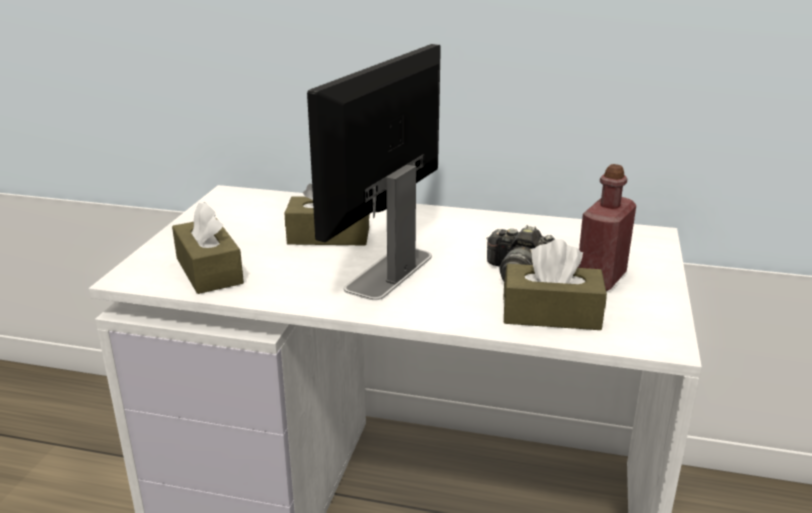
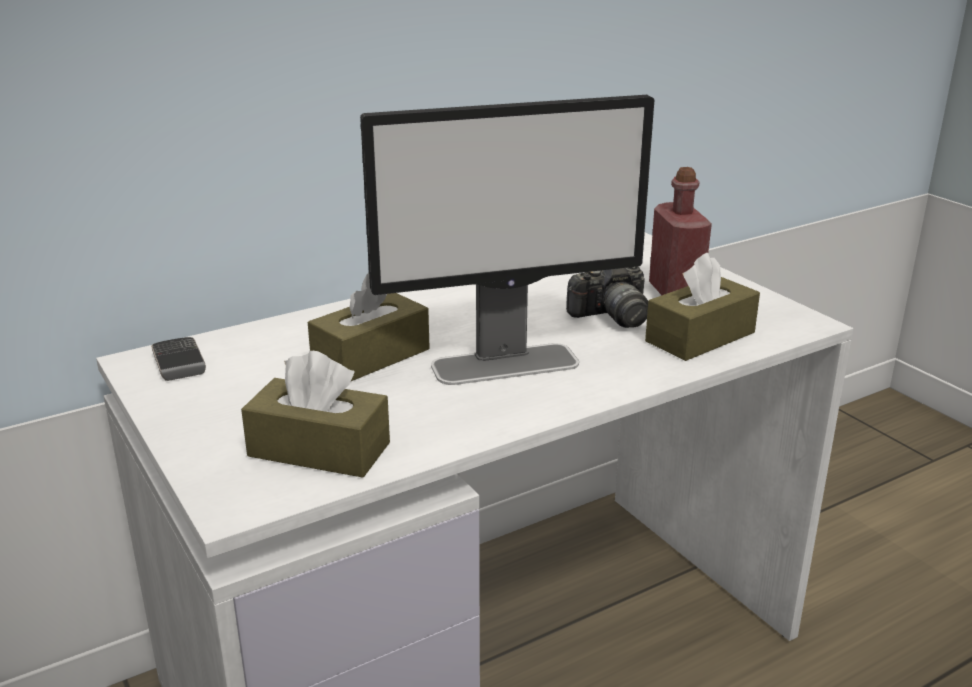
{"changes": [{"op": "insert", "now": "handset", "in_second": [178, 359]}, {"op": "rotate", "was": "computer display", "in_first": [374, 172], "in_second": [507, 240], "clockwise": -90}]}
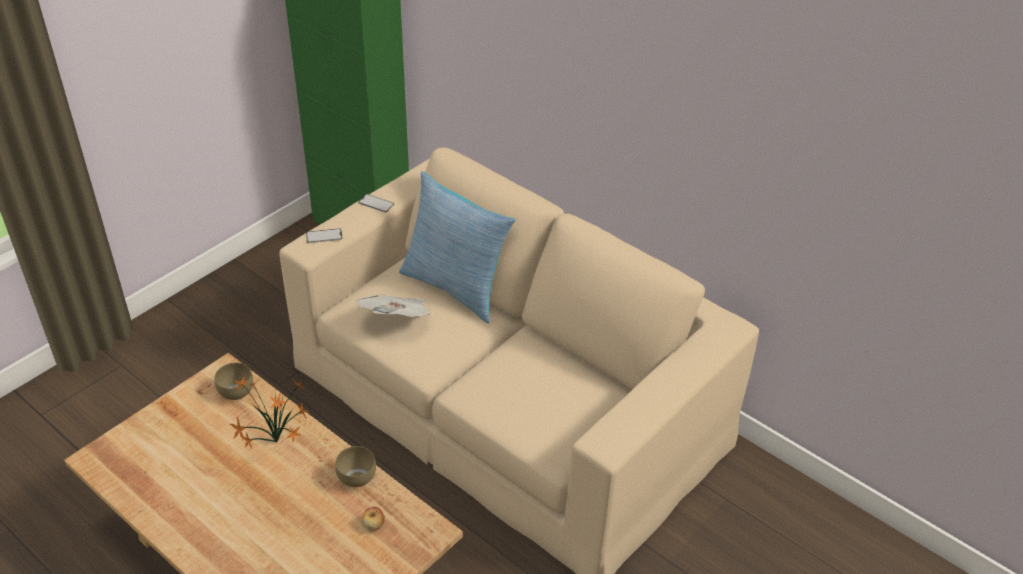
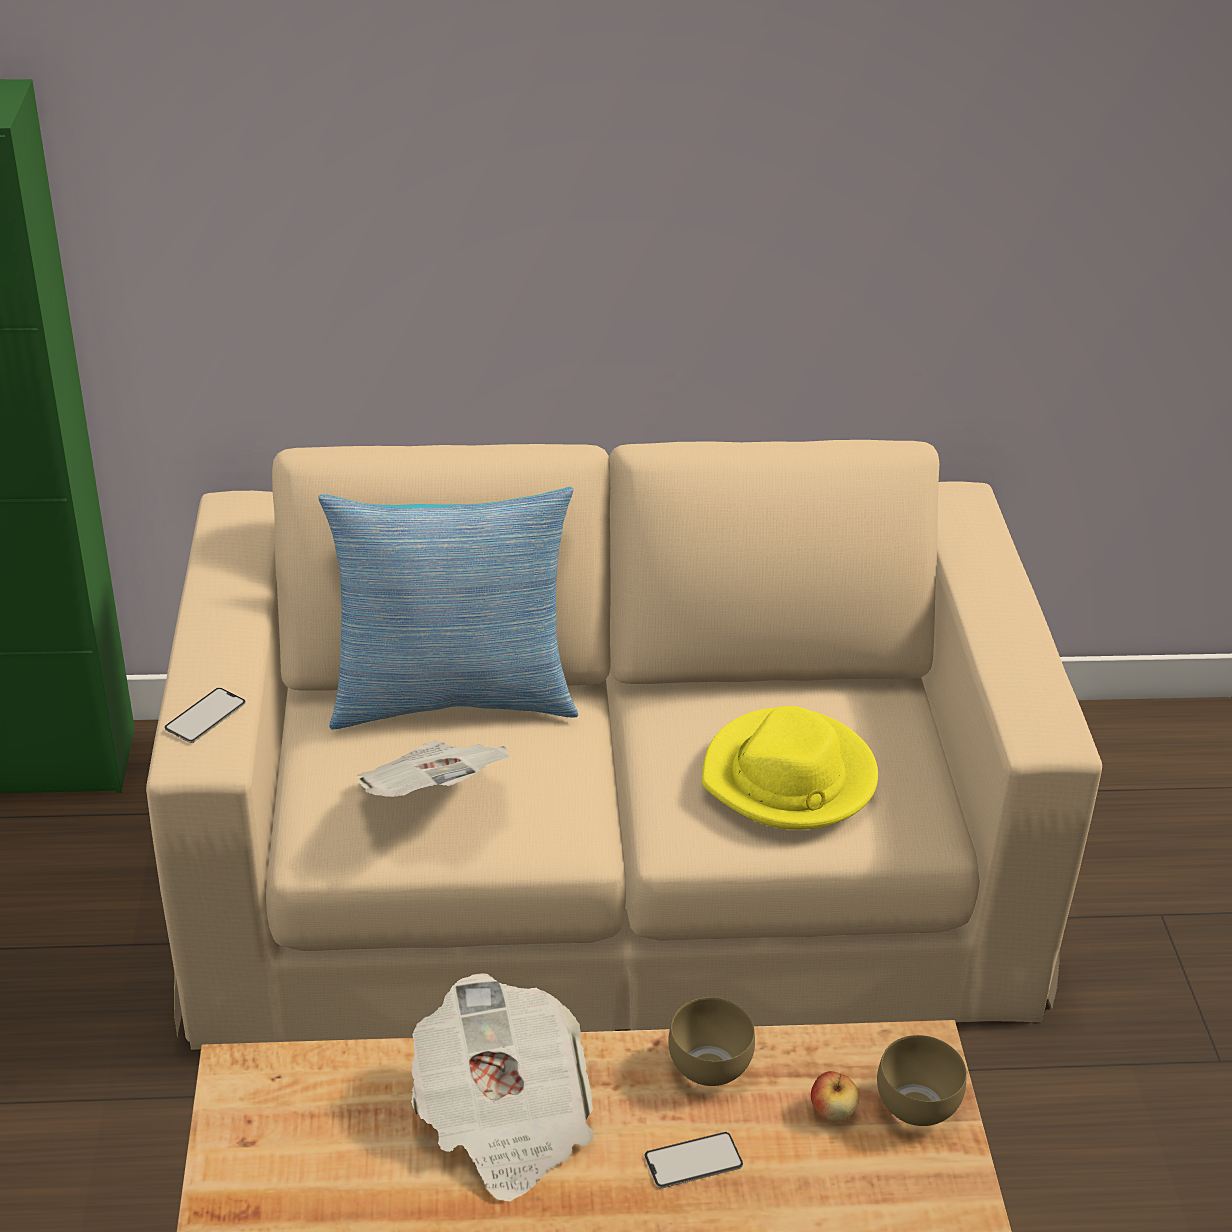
{"changes": [{"op": "insert", "now": "yellow wearable hat", "in_second": [790, 768]}, {"op": "move", "was": "brown-coloured bowl", "in_first": [233, 381], "in_second": [922, 1080]}, {"op": "move", "was": "handset", "in_first": [376, 203], "in_second": [694, 1160]}, {"op": "replace", "was": "potted plant", "now": "printed paper", "in_first": [269, 412], "in_second": [502, 1087]}]}
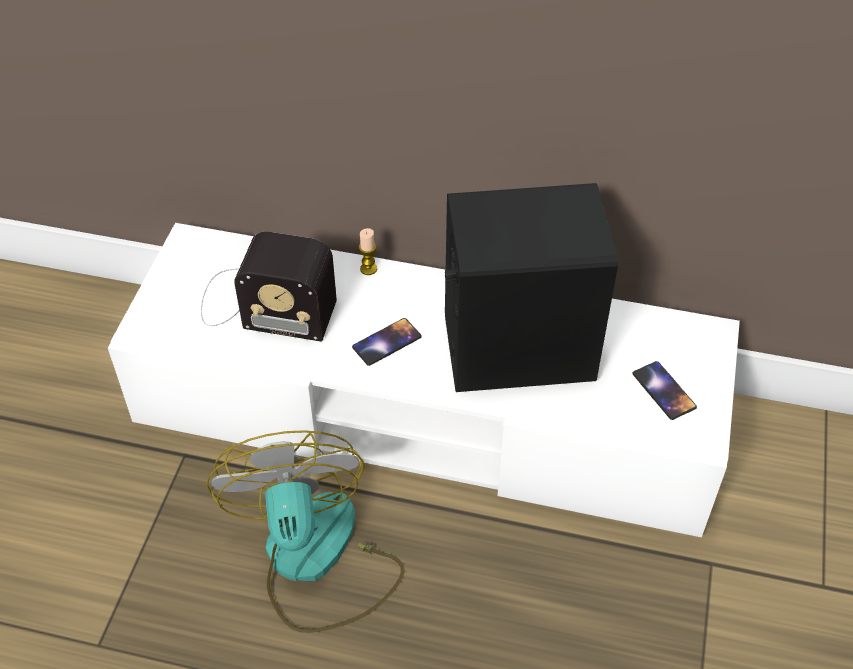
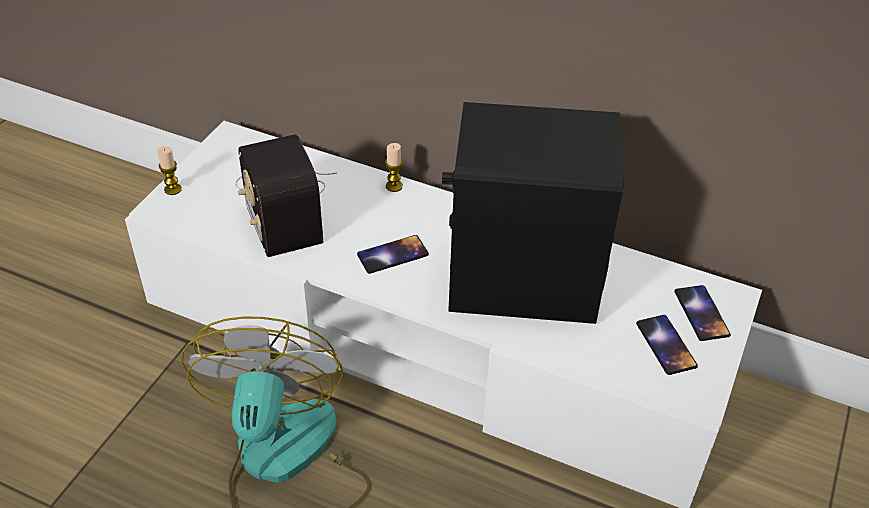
{"changes": [{"op": "insert", "now": "wax light", "in_second": [169, 170]}, {"op": "insert", "now": "handset", "in_second": [703, 313]}, {"op": "rotate", "was": "radio set", "in_first": [269, 287], "in_second": [286, 195], "clockwise": 45}]}
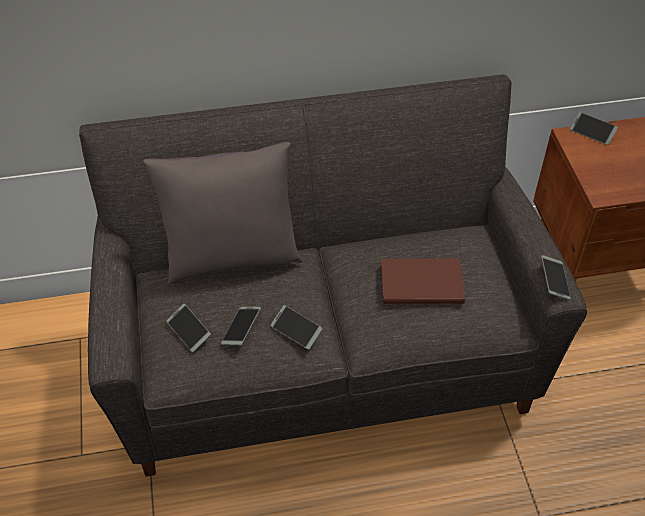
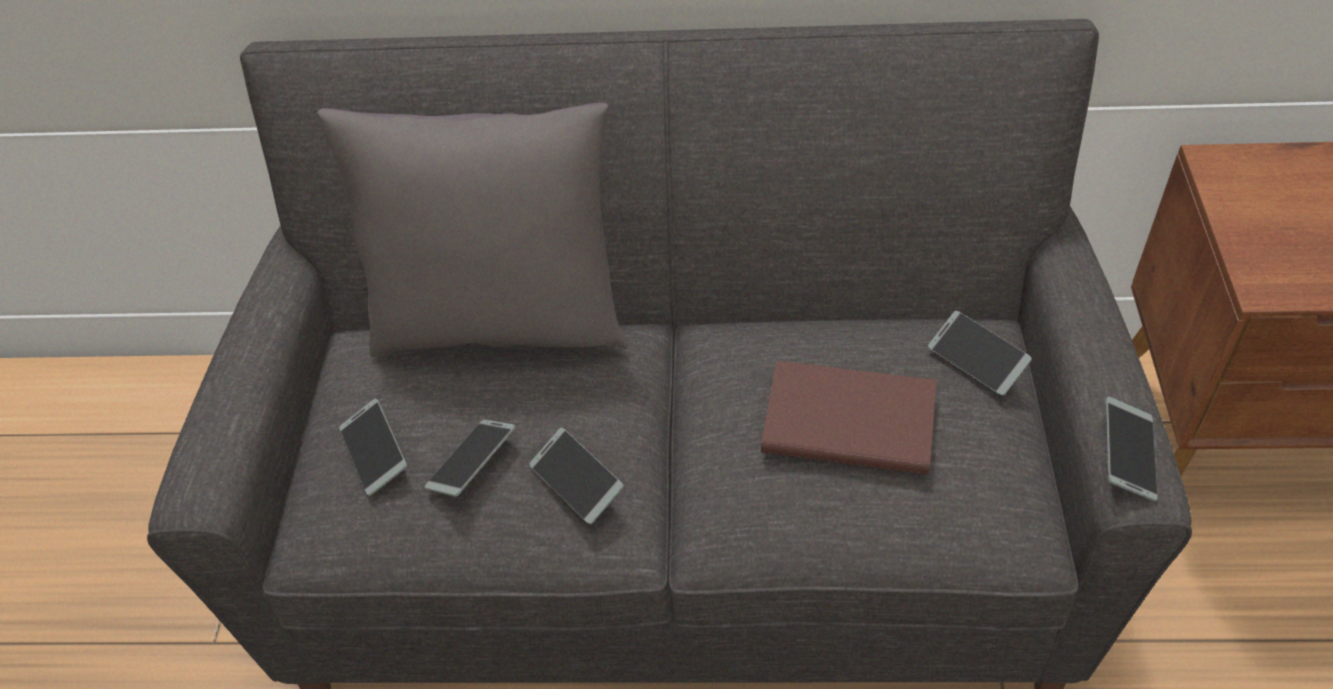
{"changes": [{"op": "move", "was": "handset", "in_first": [594, 128], "in_second": [980, 353]}]}
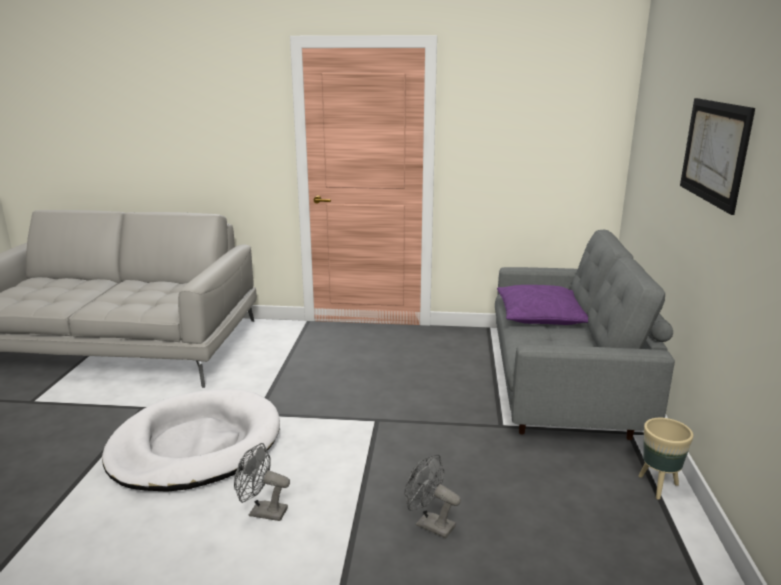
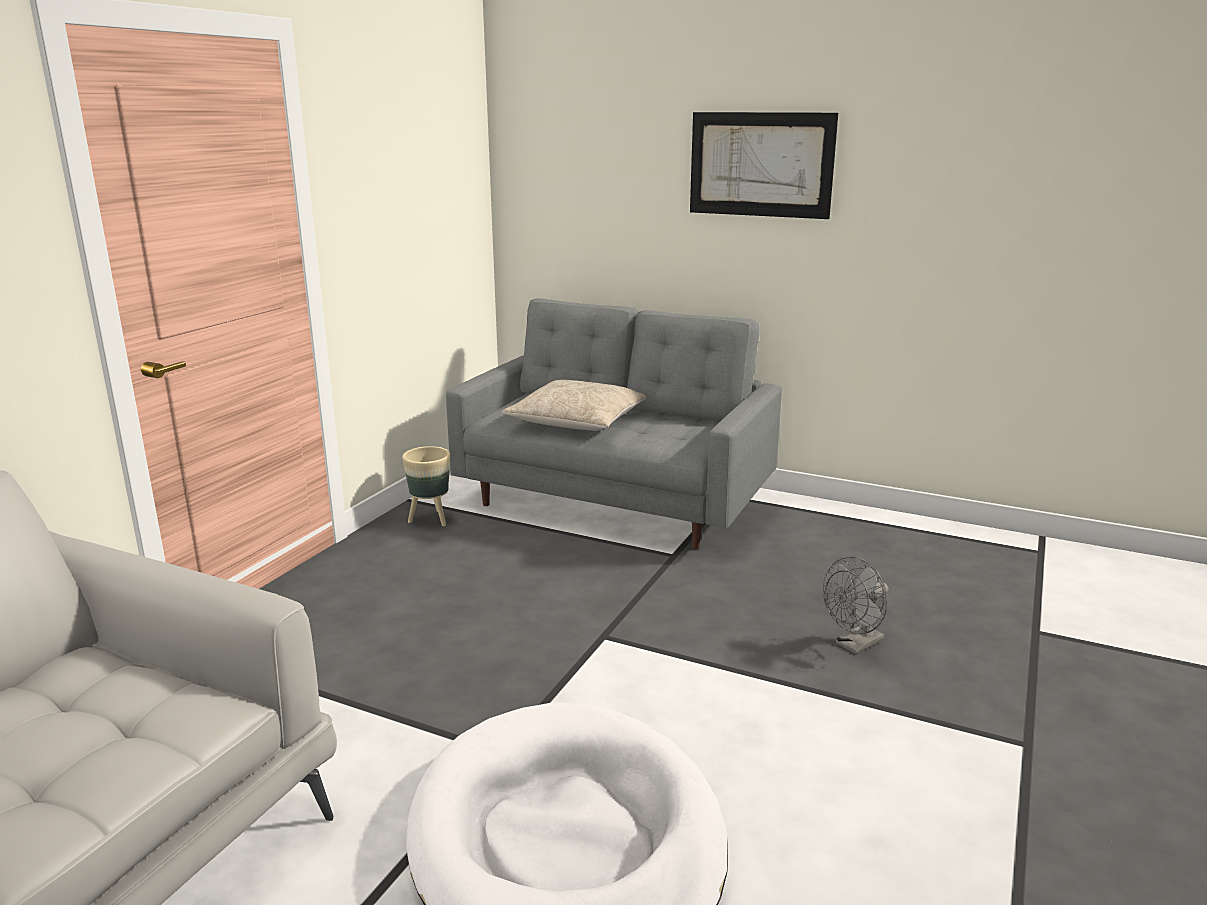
{"changes": [{"op": "delete", "was": "greyish cooling fan", "in_first": [262, 482]}, {"op": "move", "was": "beige-coloured planter", "in_first": [665, 459], "in_second": [426, 486]}, {"op": "recolor", "was": "purplish throw pillow", "now": "beige-coloured throw pillow", "in_first": [542, 305], "in_second": [574, 405]}]}
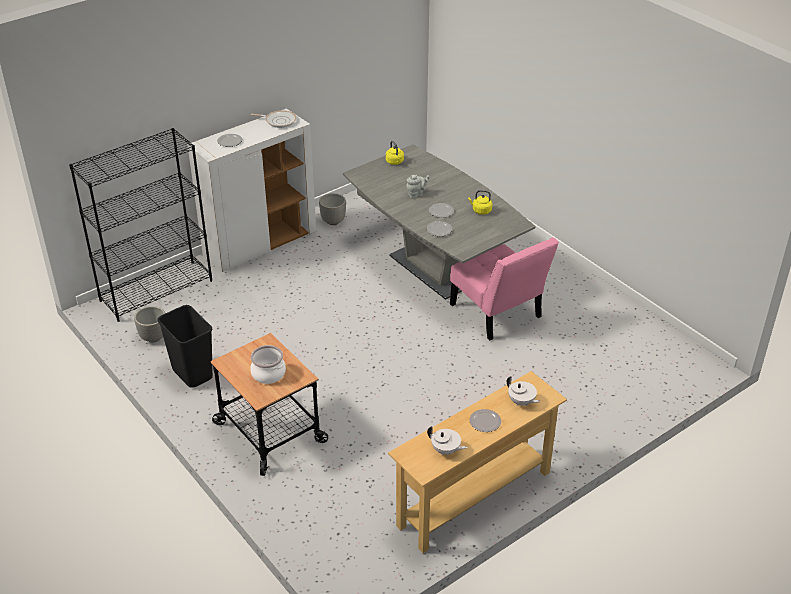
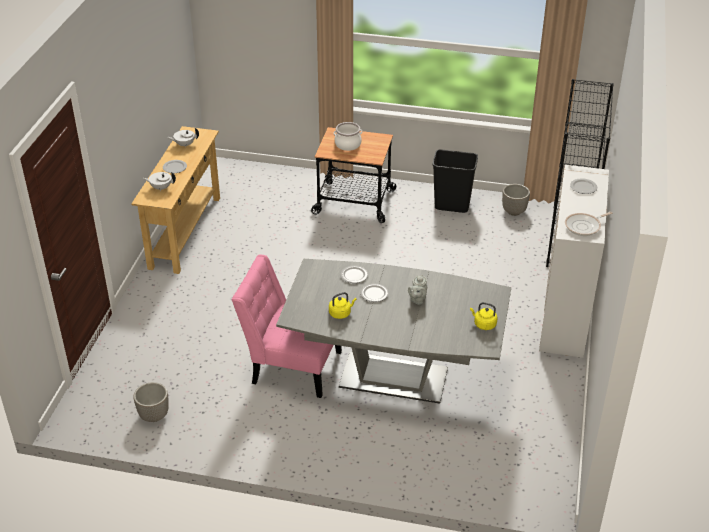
{"changes": [{"op": "move", "was": "planter", "in_first": [332, 209], "in_second": [151, 402]}]}
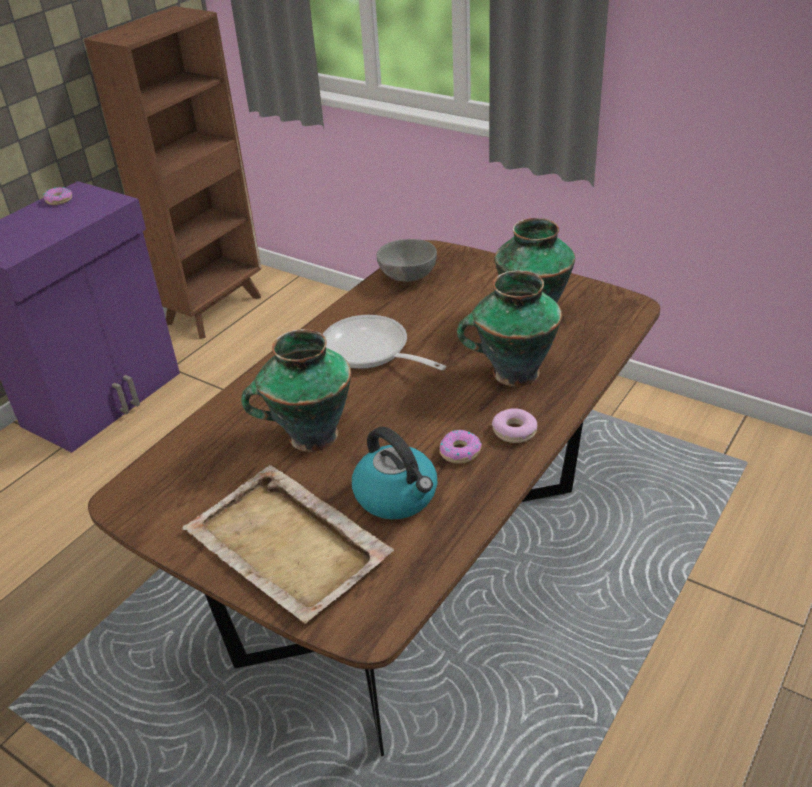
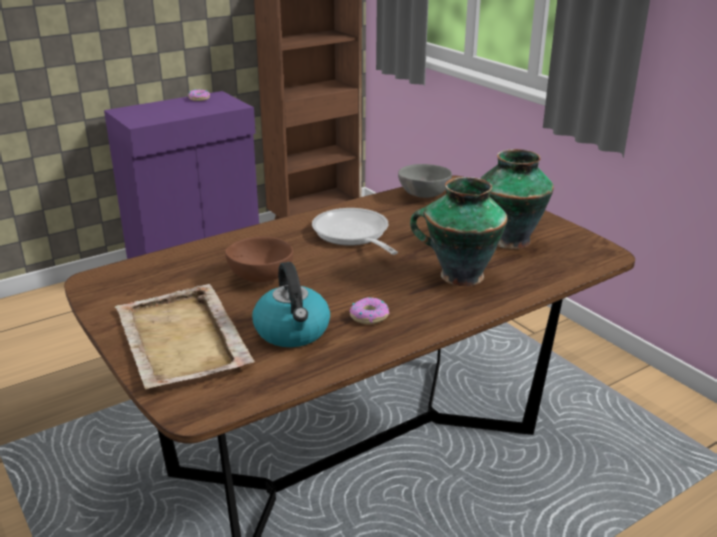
{"changes": [{"op": "delete", "was": "doughnut", "in_first": [514, 425]}, {"op": "replace", "was": "decorative vase", "now": "brown-coloured bowl", "in_first": [296, 390], "in_second": [259, 259]}]}
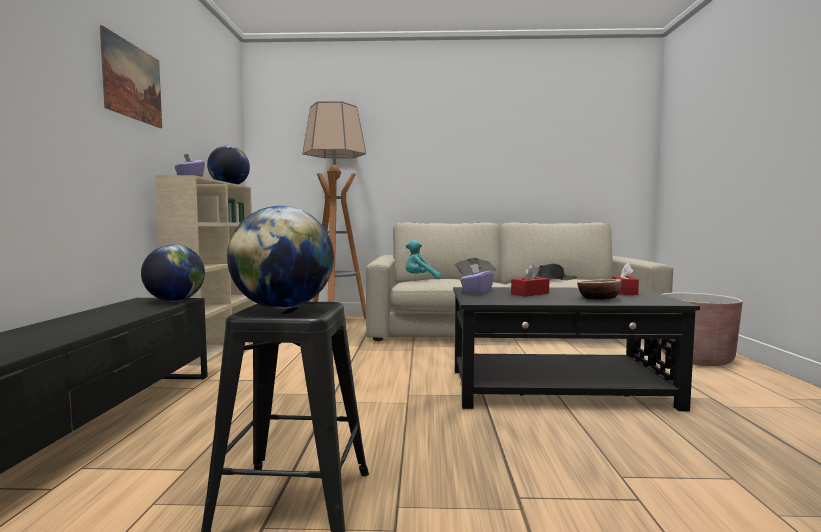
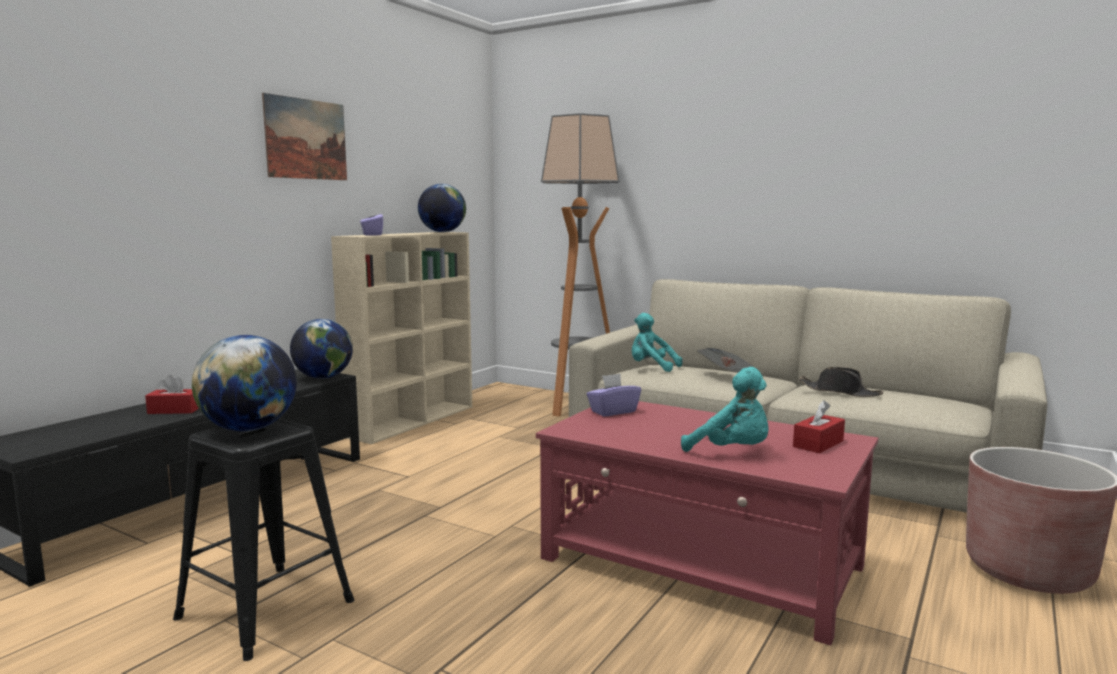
{"changes": [{"op": "move", "was": "red-coloured box of tissues", "in_first": [530, 280], "in_second": [172, 394]}, {"op": "replace", "was": "bowl", "now": "blue-green plush toy", "in_first": [599, 289], "in_second": [724, 409]}, {"op": "recolor", "was": "black-coloured low table", "now": "red-coloured low table", "in_first": [576, 349], "in_second": [707, 523]}]}
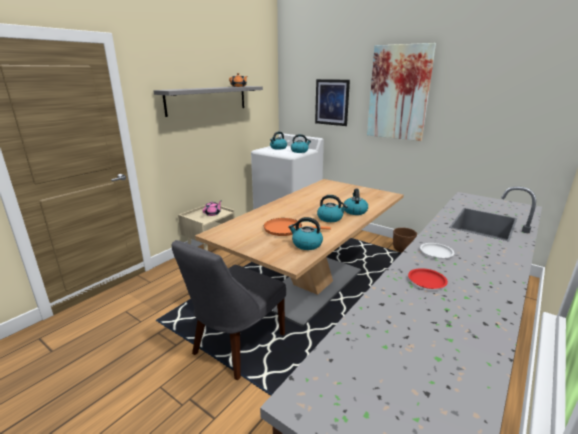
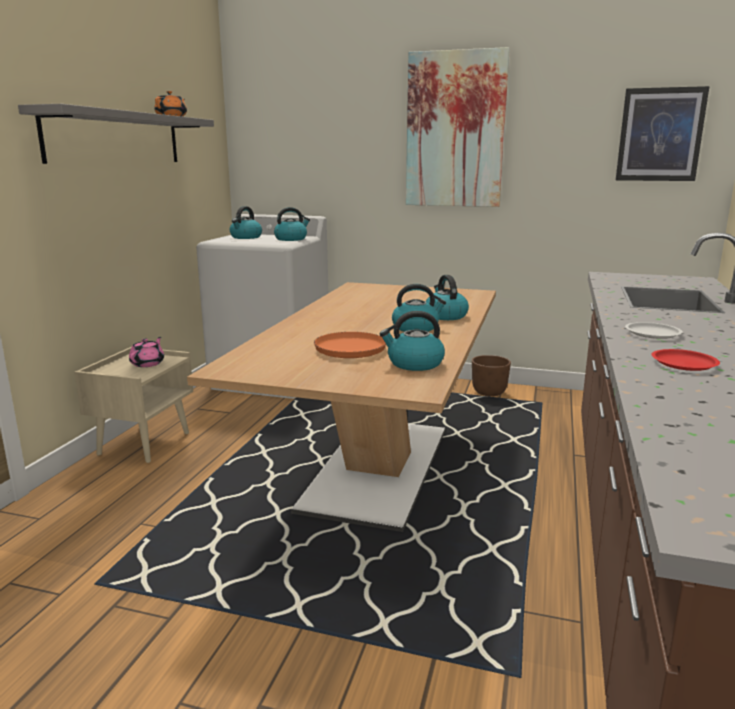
{"changes": [{"op": "delete", "was": "greyish upright chair", "in_first": [229, 310]}, {"op": "move", "was": "picture", "in_first": [332, 102], "in_second": [662, 133]}]}
